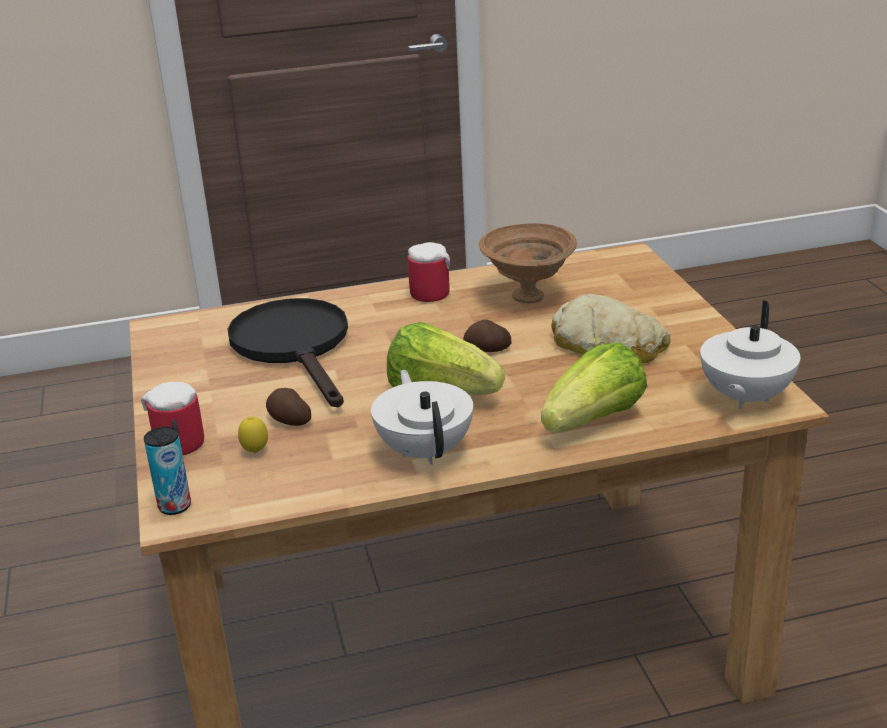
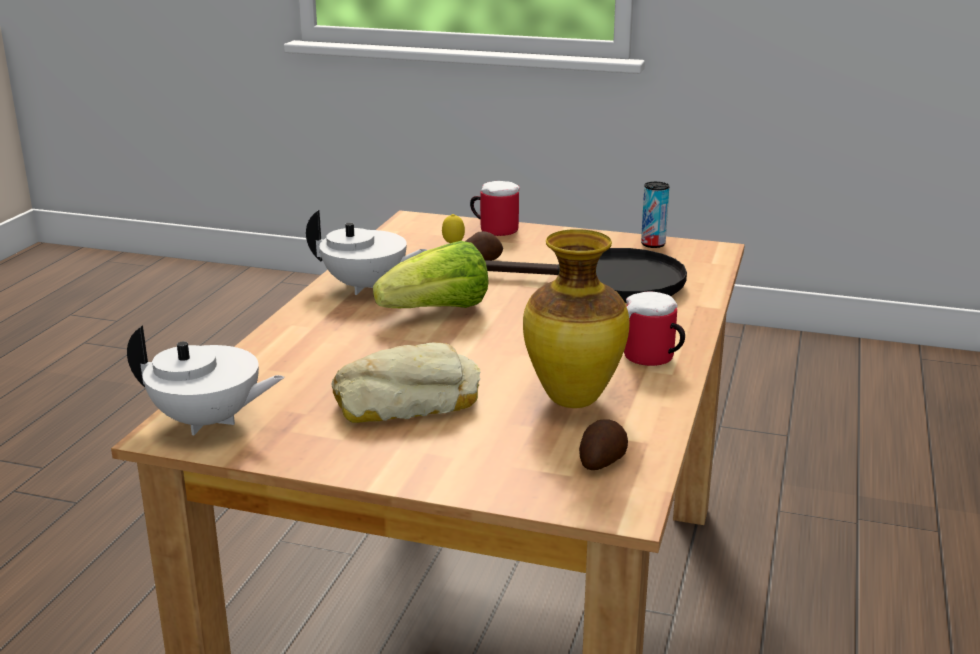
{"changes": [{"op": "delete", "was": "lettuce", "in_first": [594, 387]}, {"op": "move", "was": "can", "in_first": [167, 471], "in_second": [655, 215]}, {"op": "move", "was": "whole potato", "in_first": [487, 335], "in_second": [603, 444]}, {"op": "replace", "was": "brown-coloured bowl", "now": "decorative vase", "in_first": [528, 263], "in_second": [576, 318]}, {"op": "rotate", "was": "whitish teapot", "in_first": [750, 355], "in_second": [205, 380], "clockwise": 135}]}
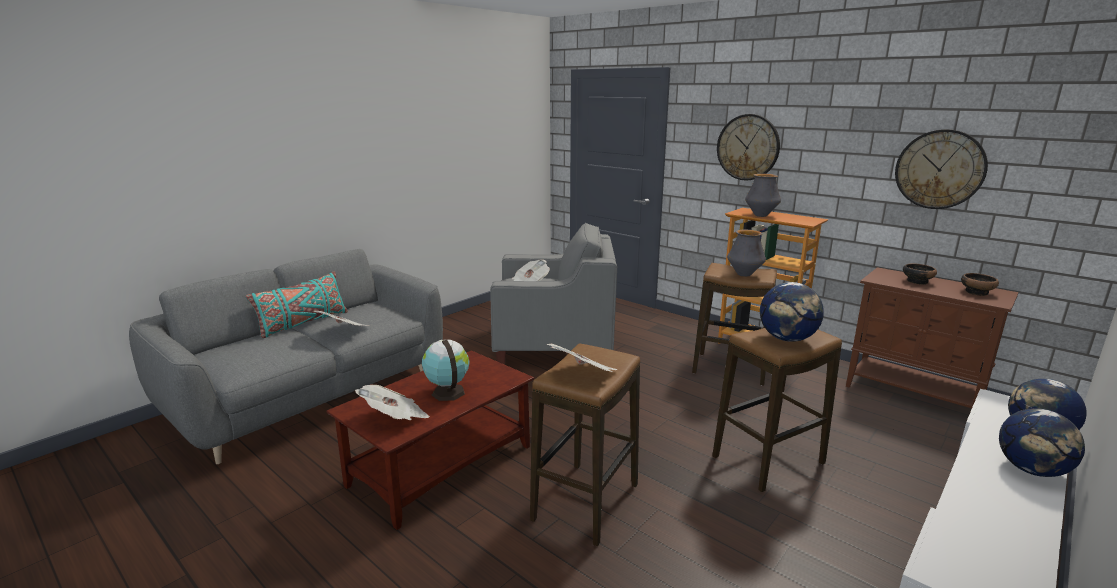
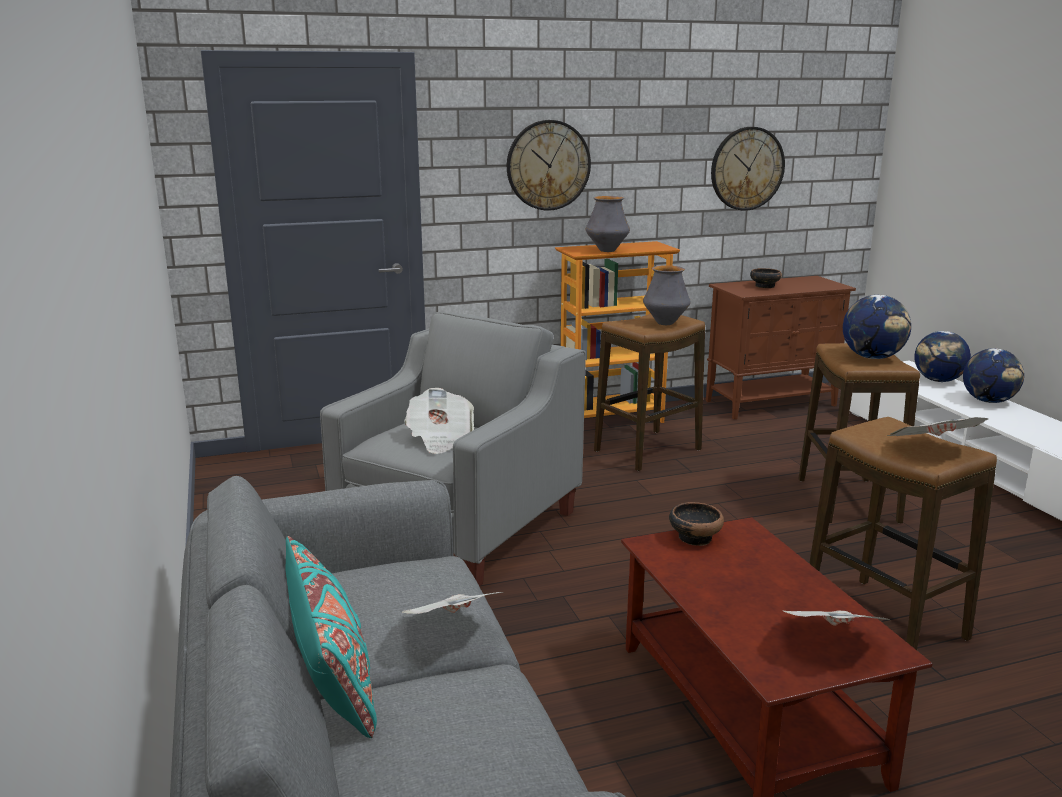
{"changes": [{"op": "delete", "was": "desk globe", "in_first": [446, 370]}, {"op": "move", "was": "bowl", "in_first": [980, 284], "in_second": [696, 524]}]}
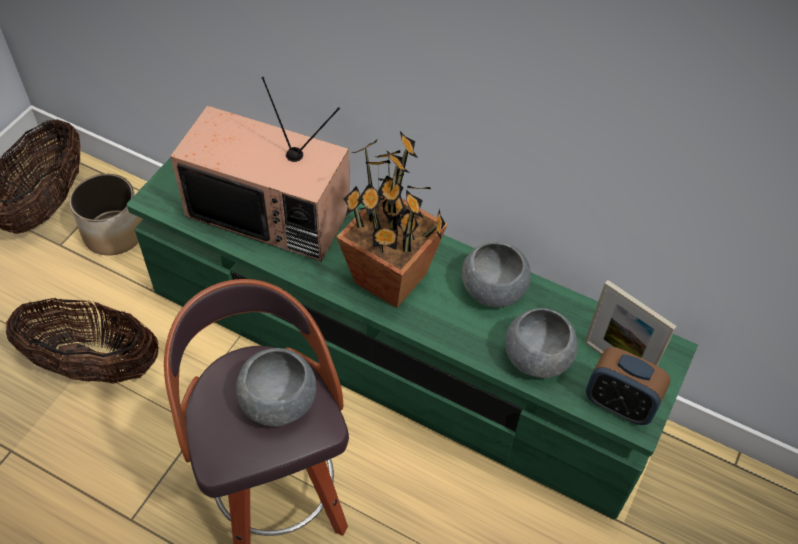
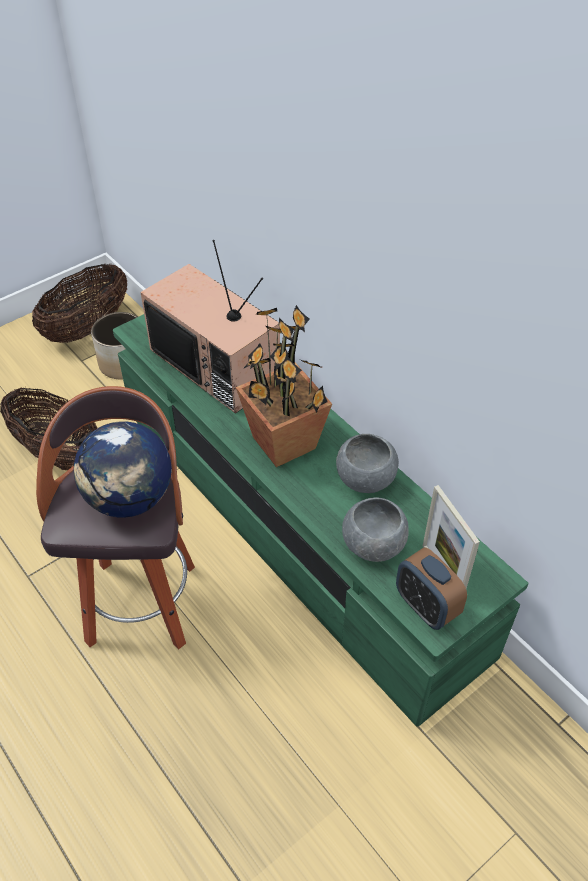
{"changes": [{"op": "replace", "was": "greyish bowl", "now": "desk globe", "in_first": [276, 387], "in_second": [123, 469]}]}
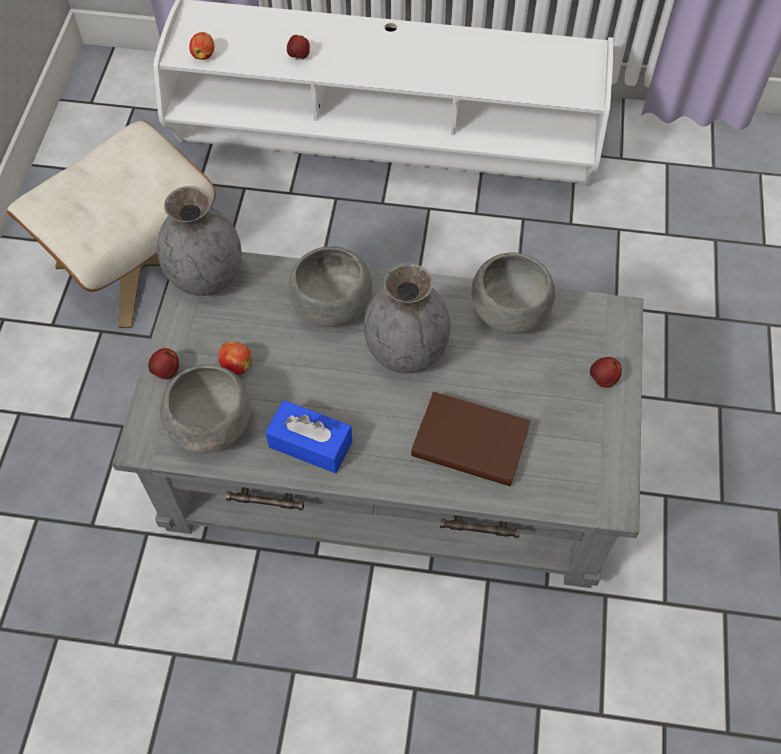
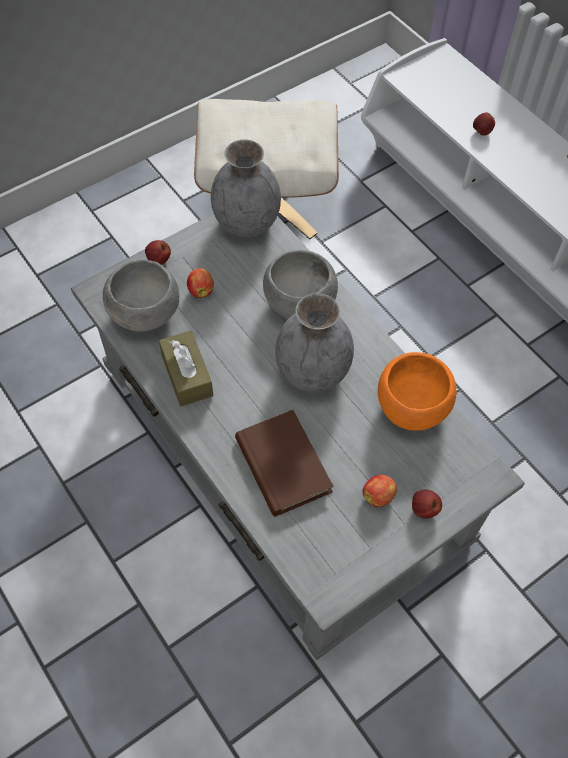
{"changes": [{"op": "move", "was": "whole apple", "in_first": [201, 46], "in_second": [379, 491]}, {"op": "recolor", "was": "blue box of tissues", "now": "brown-coloured box of tissues", "in_first": [308, 436], "in_second": [186, 368]}, {"op": "recolor", "was": "greyish bowl", "now": "orangey bowl", "in_first": [513, 293], "in_second": [417, 391]}]}
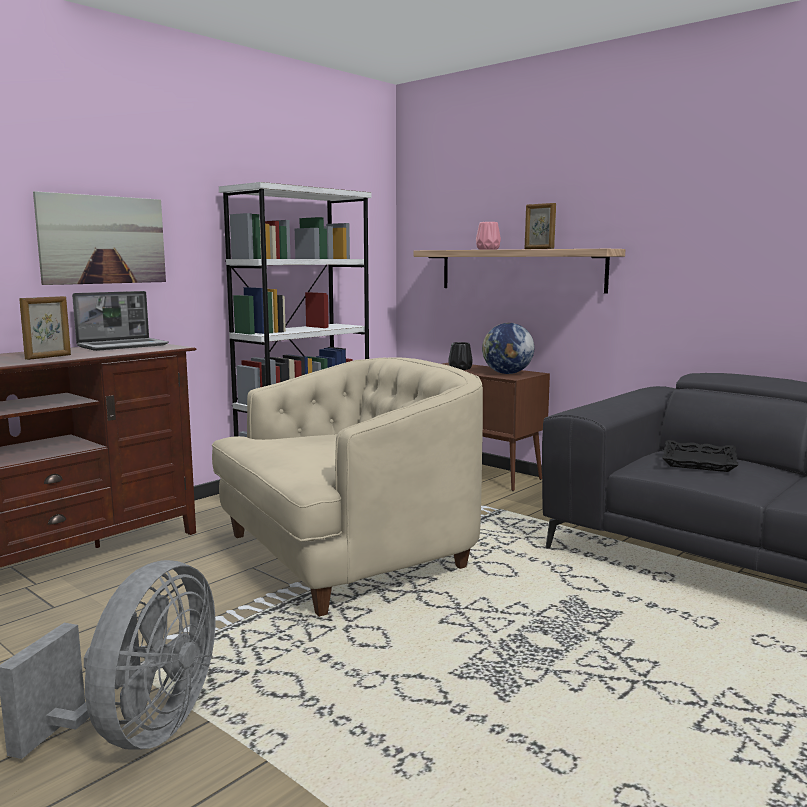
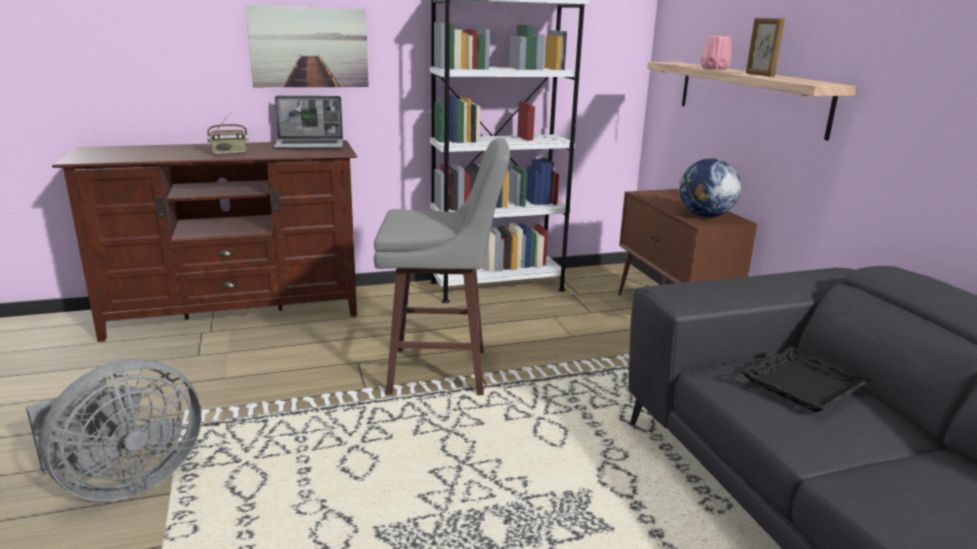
{"changes": [{"op": "delete", "was": "black-coloured decorative vase", "in_first": [460, 356]}, {"op": "replace", "was": "standing frame", "now": "radio set", "in_first": [45, 328], "in_second": [228, 133]}, {"op": "replace", "was": "beige-coloured easy chair", "now": "greyish stool", "in_first": [347, 487], "in_second": [442, 266]}]}
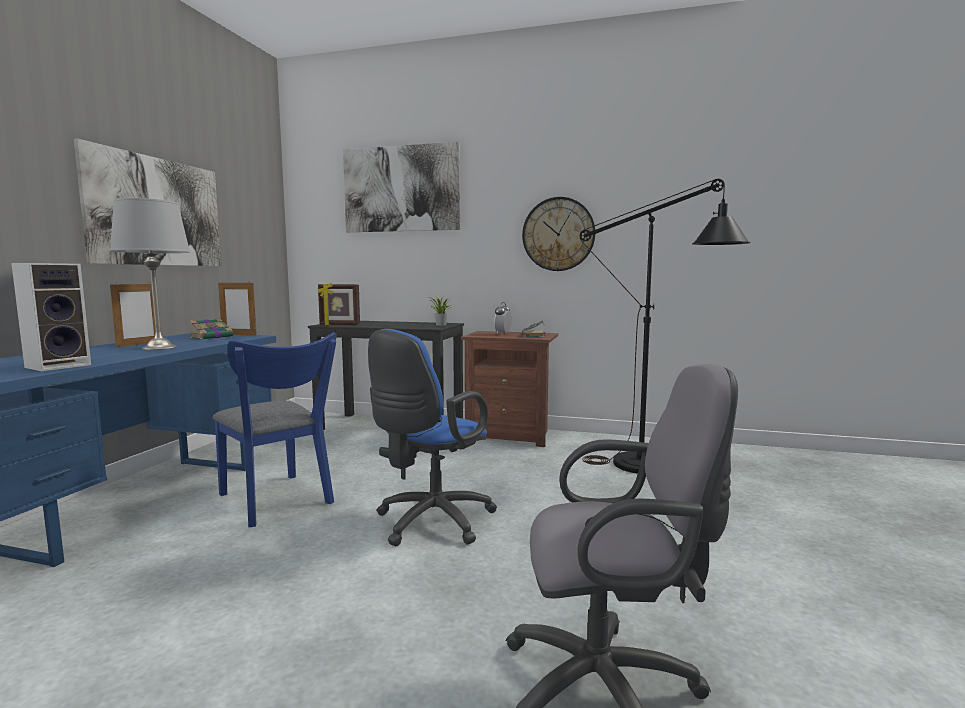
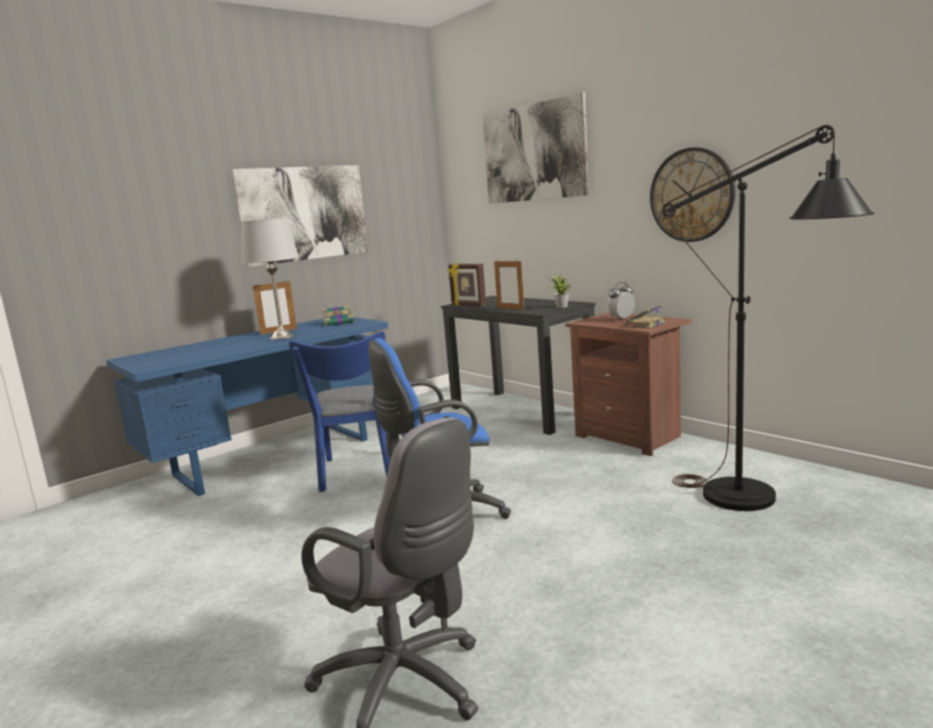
{"changes": [{"op": "delete", "was": "loudspeaker", "in_first": [51, 317]}, {"op": "move", "was": "standing frame", "in_first": [237, 308], "in_second": [509, 285]}]}
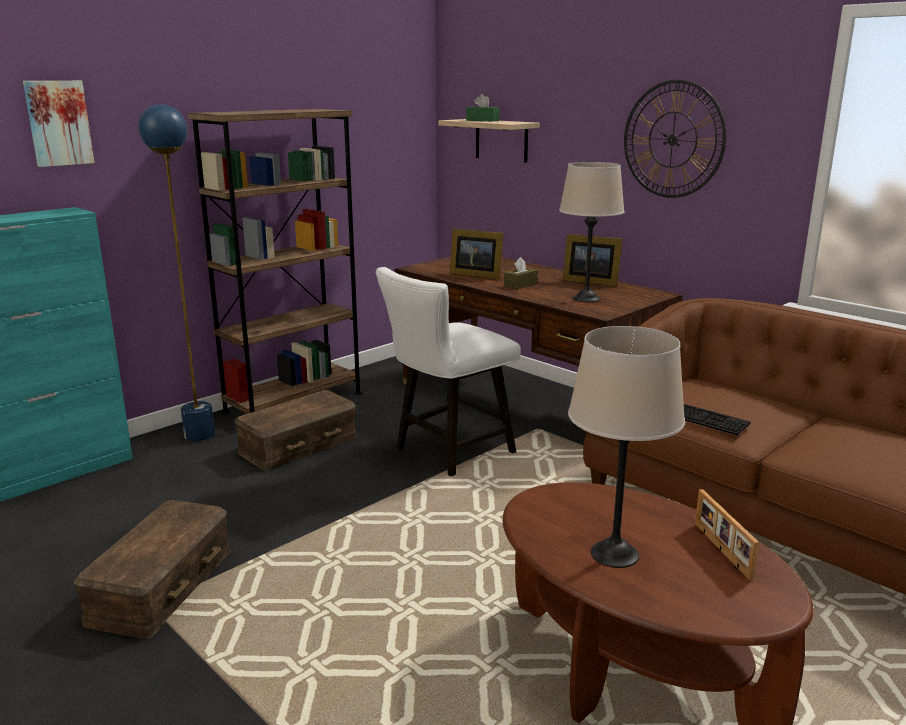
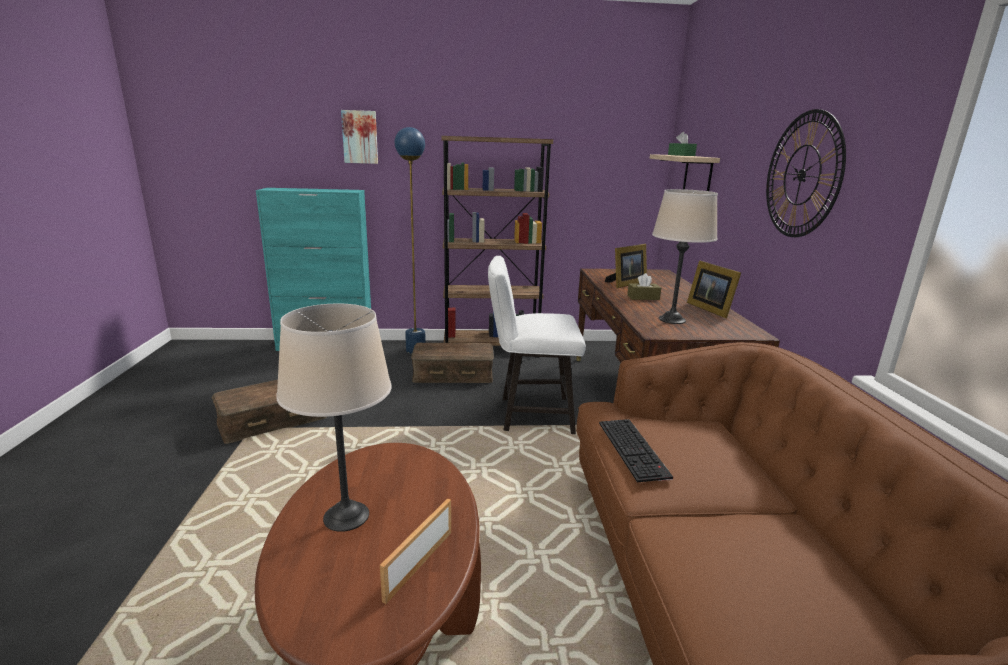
{"changes": [{"op": "rotate", "was": "standing frame", "in_first": [477, 254], "in_second": [626, 266], "clockwise": -105}]}
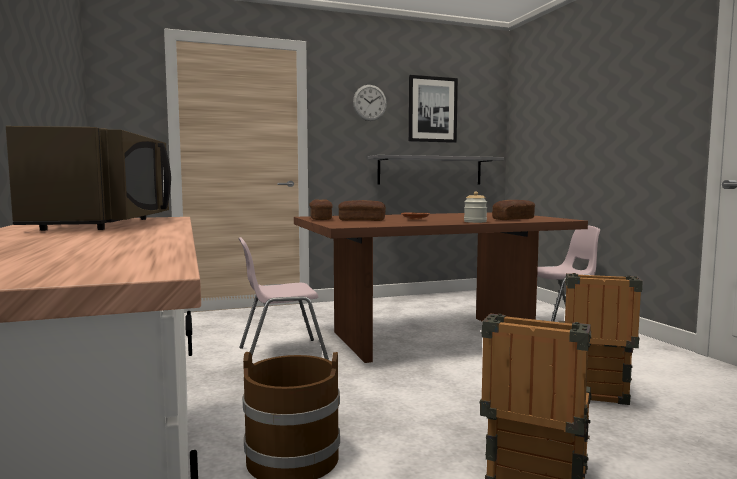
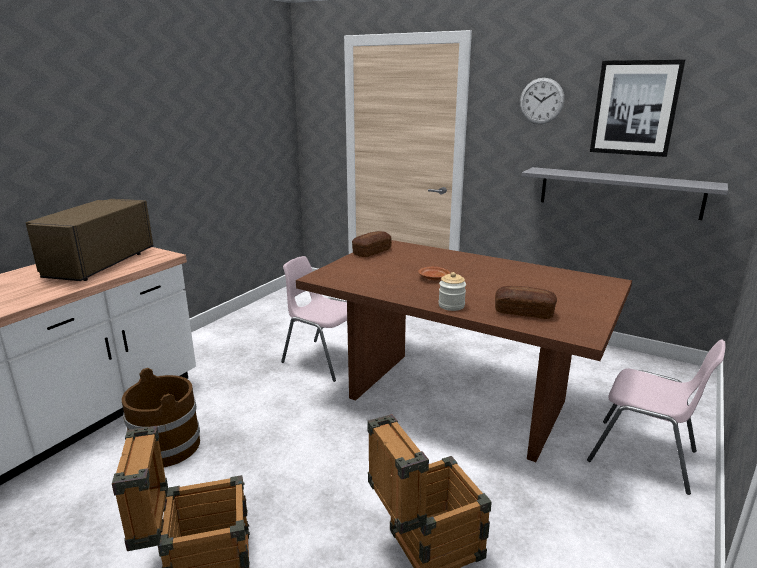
{"changes": [{"op": "delete", "was": "bakery bread", "in_first": [362, 210]}, {"op": "rotate", "was": "brown-coloured microwave oven", "in_first": [88, 178], "in_second": [89, 240], "clockwise": 150}]}
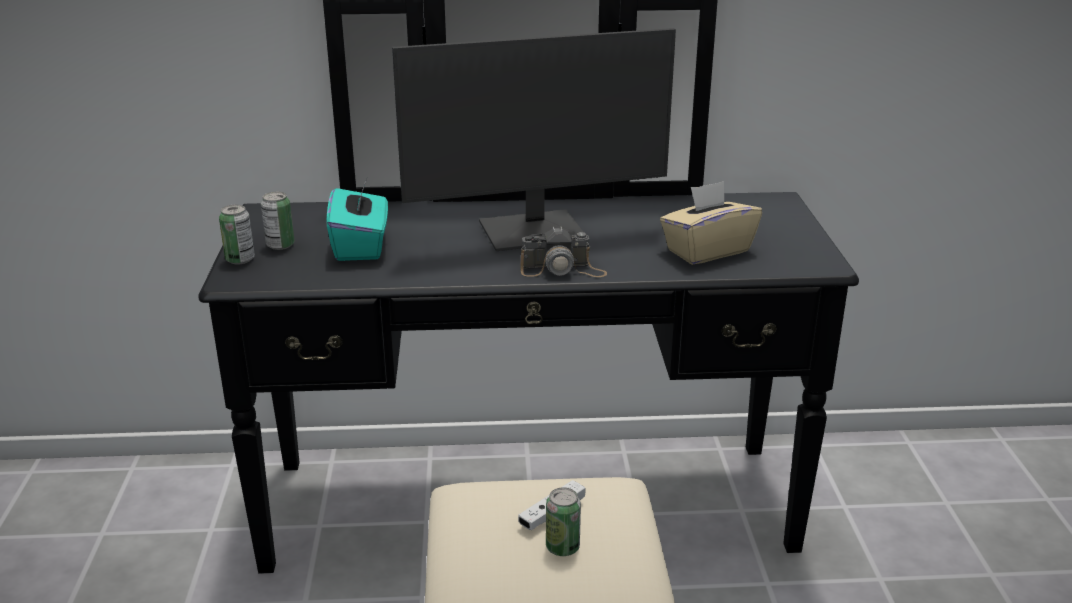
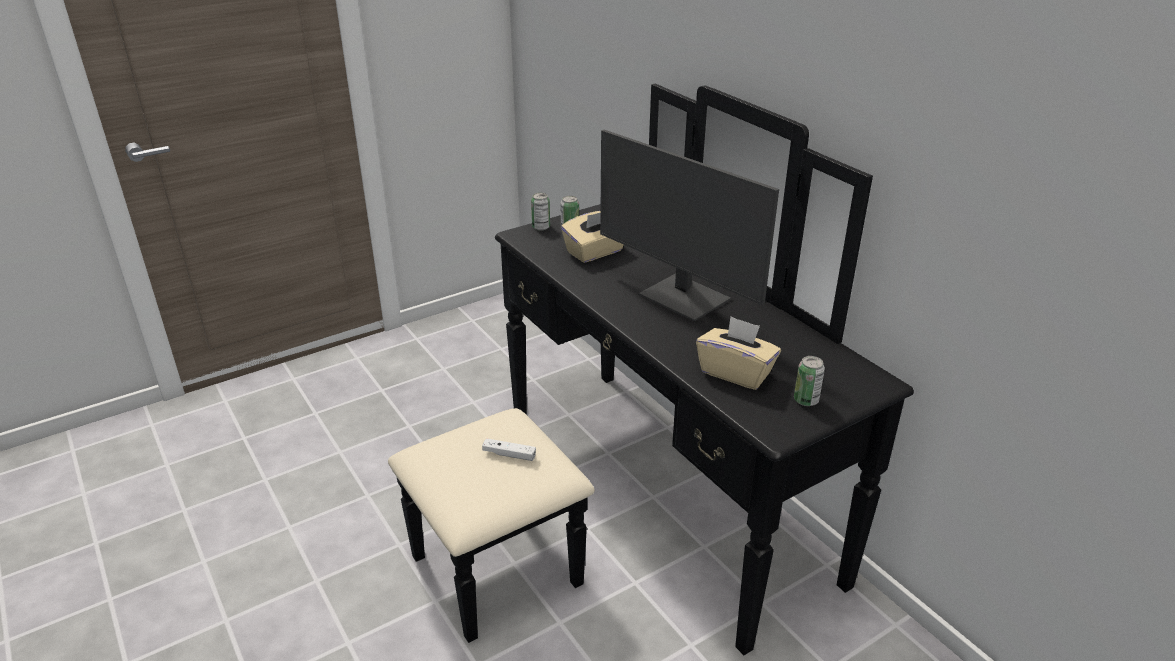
{"changes": [{"op": "delete", "was": "still camera", "in_first": [563, 251]}, {"op": "move", "was": "can", "in_first": [563, 521], "in_second": [809, 381]}, {"op": "recolor", "was": "blue-green box of tissues", "now": "beige-coloured box of tissues", "in_first": [357, 218], "in_second": [592, 237]}]}
